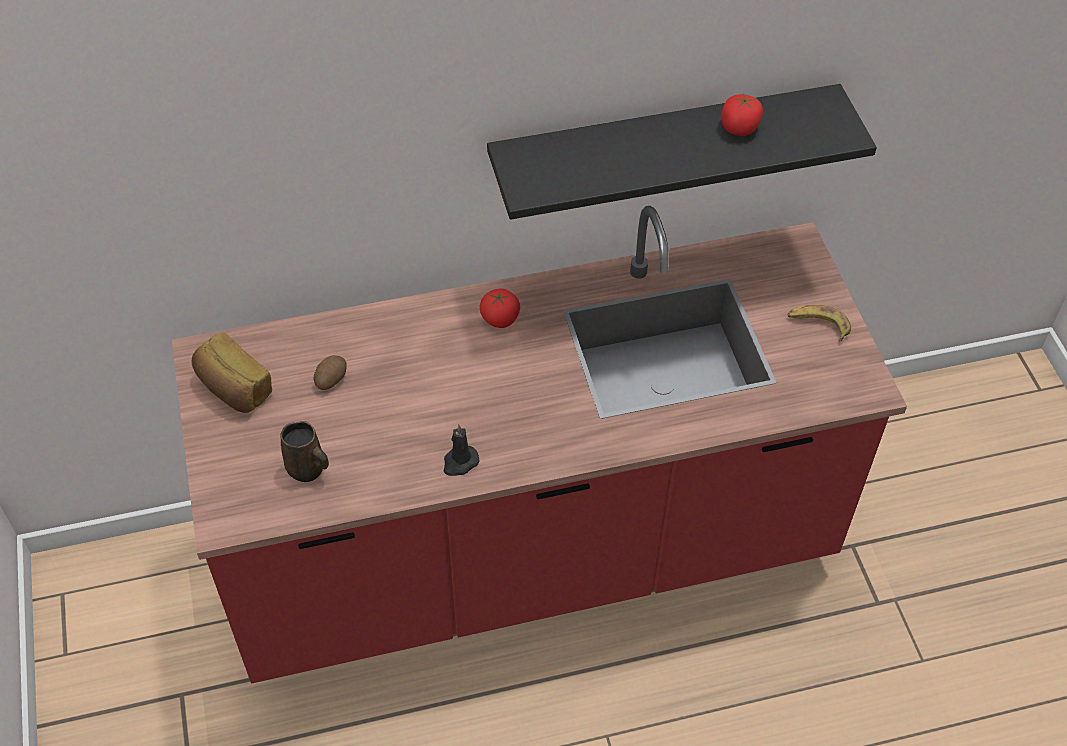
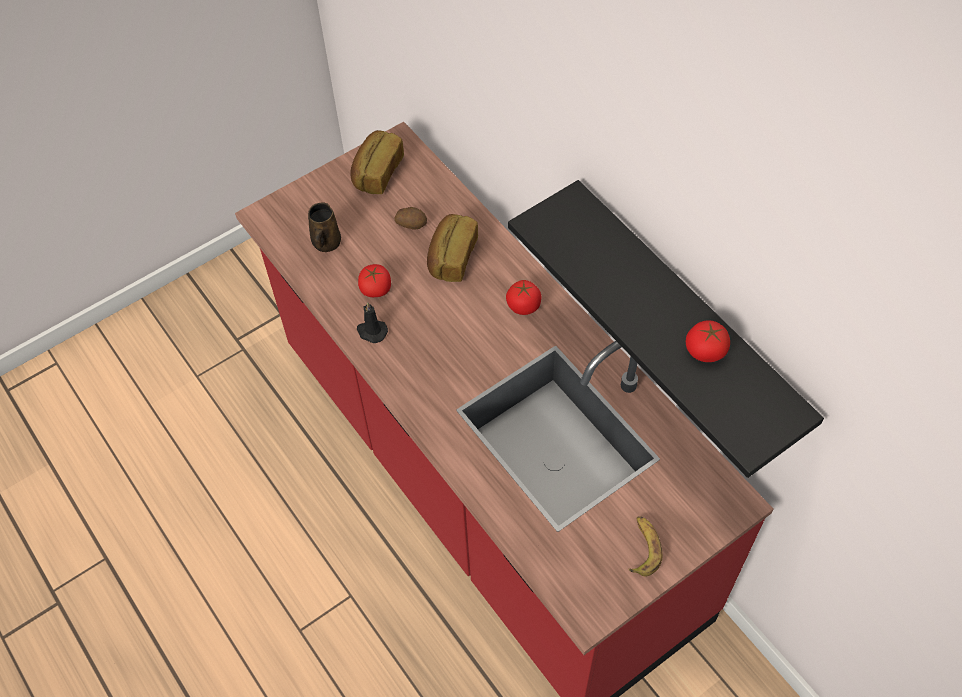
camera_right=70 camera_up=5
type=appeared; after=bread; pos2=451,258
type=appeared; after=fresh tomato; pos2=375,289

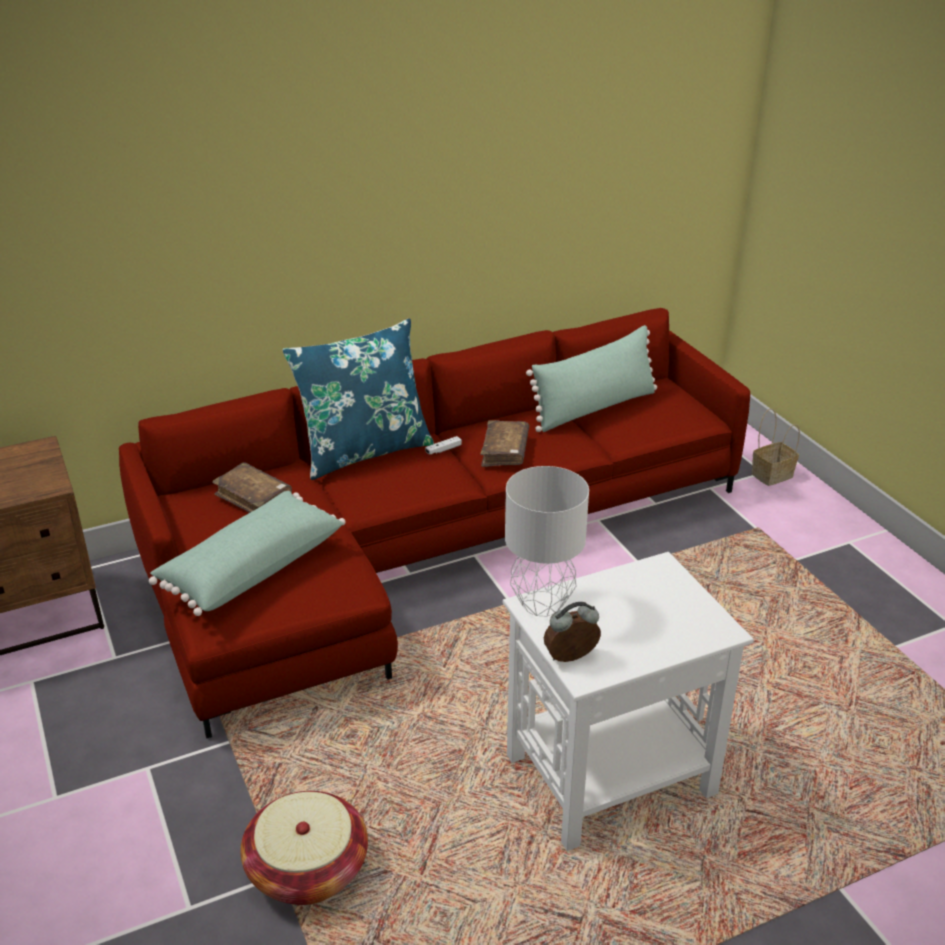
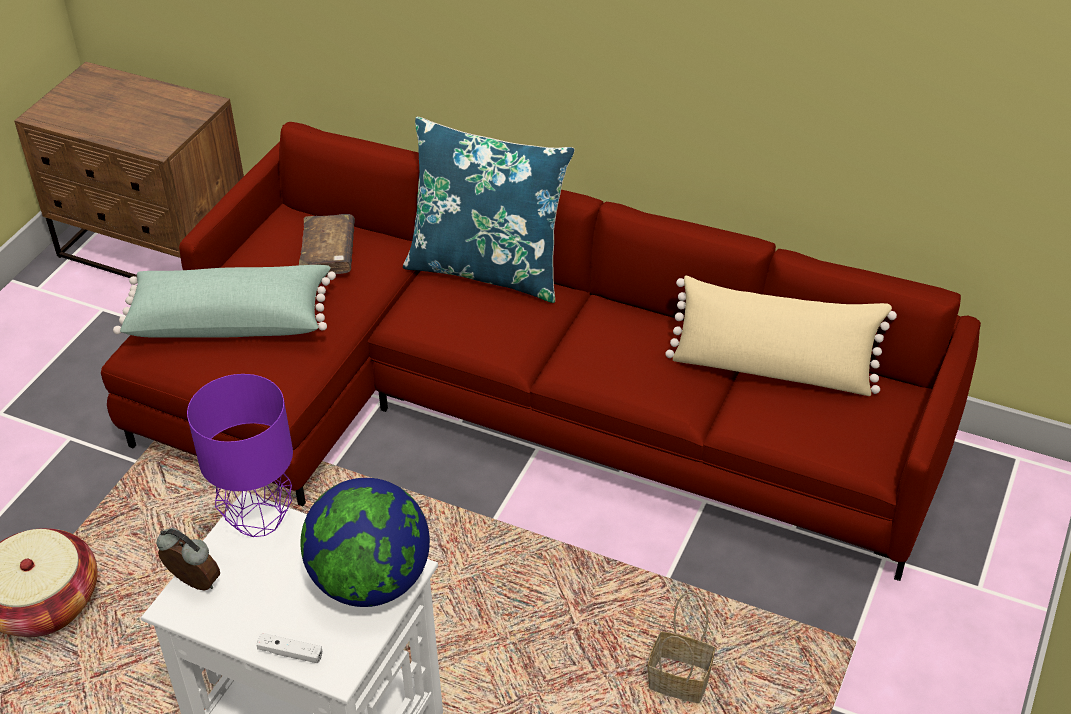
camera_right=50 camera_up=10
type=colour; before=green-coloured pillow; after=beige pillow; pos1=594,408; pos2=773,370
type=relocated; before=household basket; pos1=772,474; pos2=681,680
type=missing; before=brown bound book; pos1=505,451
type=relocated; before=whitish gamepad; pos1=443,450; pos2=290,653
type=colour; before=gray lamp for a table; after=purple-coloured lamp for a table; pos1=542,604; pos2=257,521
type=appeared; after=globe; pos2=370,582

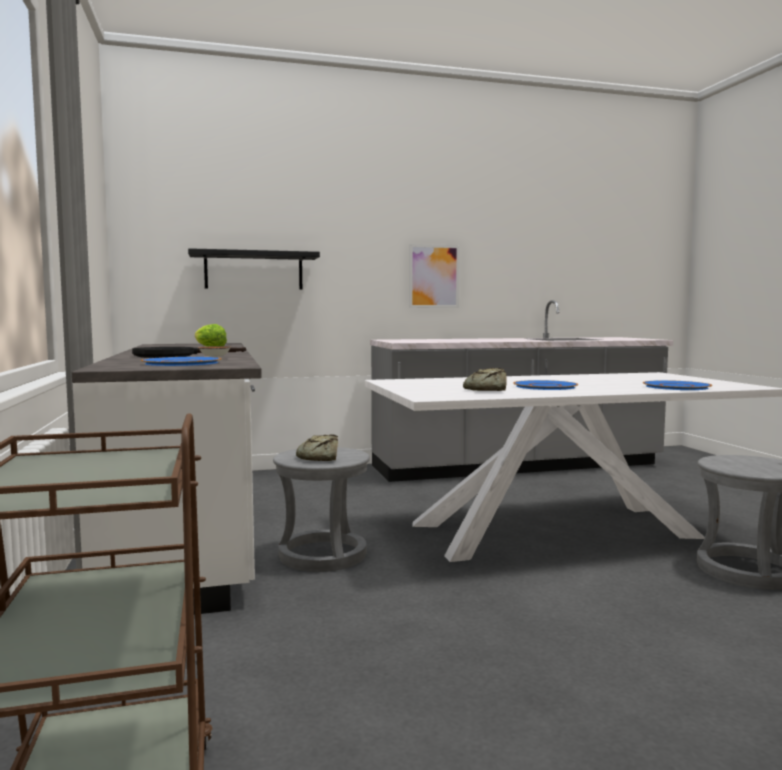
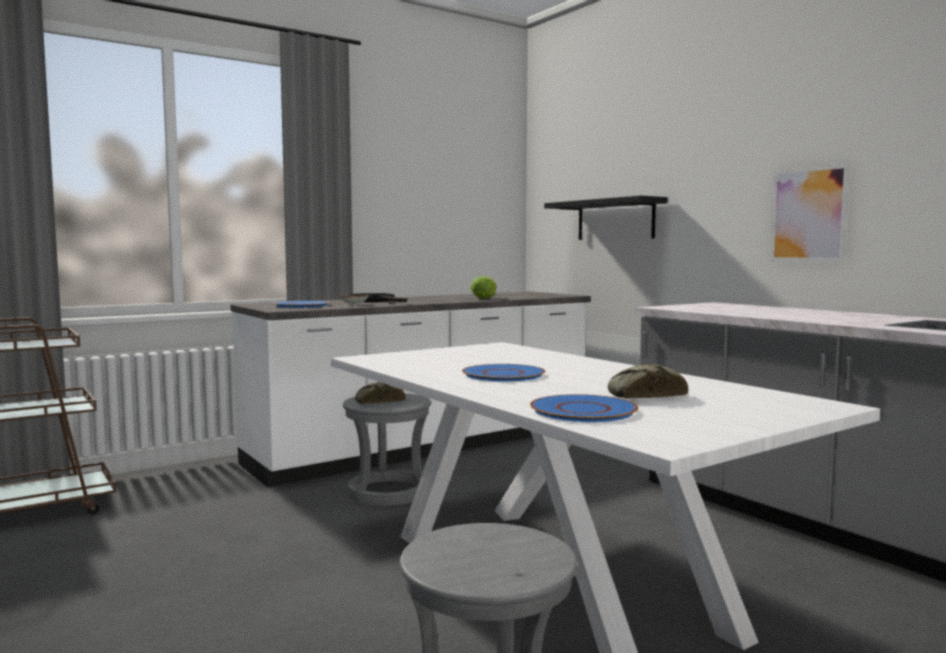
camera_right=70 camera_up=0
type=relocated; before=bread; pos1=486,390; pos2=643,395

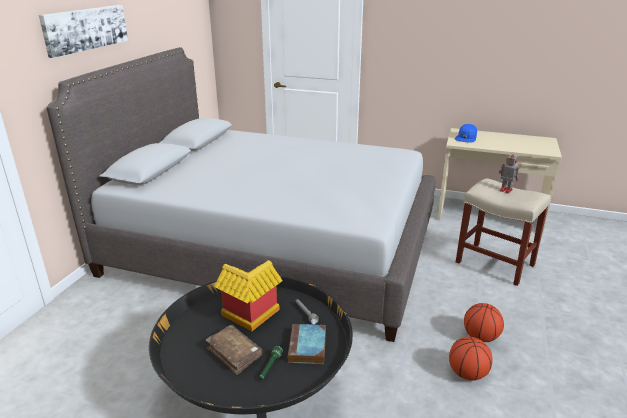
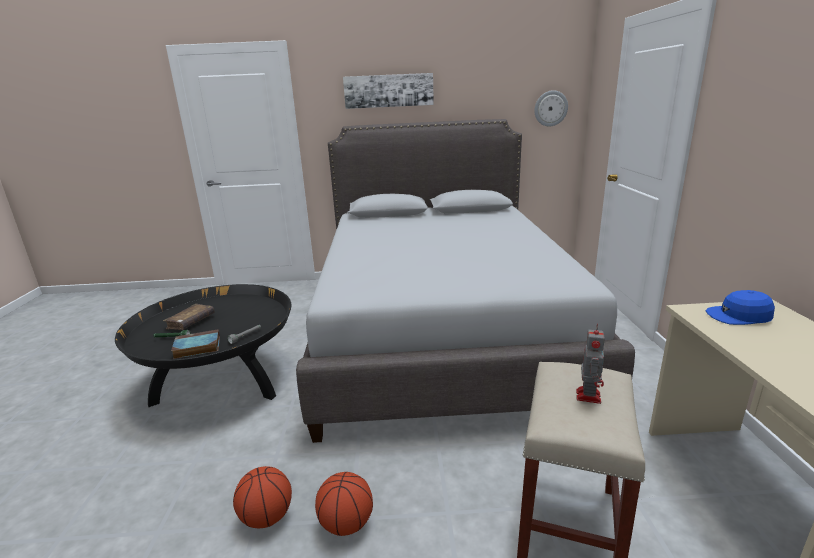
camera_right=70 camera_up=-5
type=missing; before=toy house; pos1=249,317
type=appeared; after=wall clock; pos2=550,108

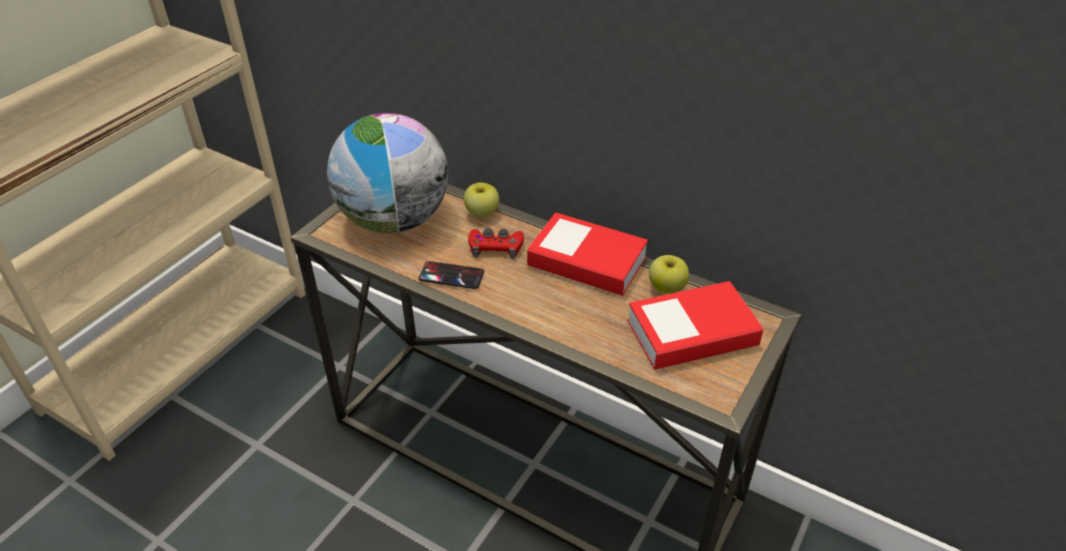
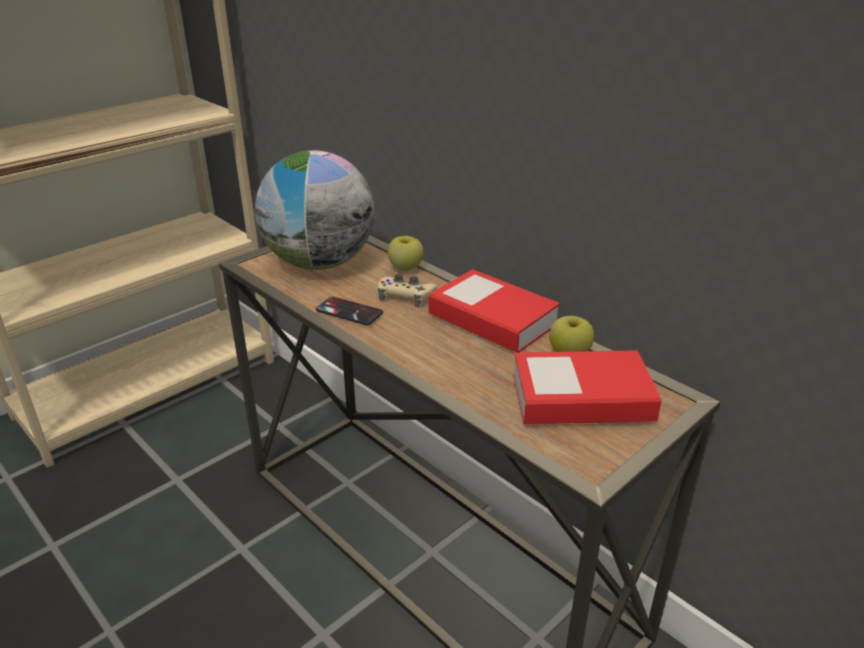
camera_right=15 camera_up=-10
type=colour; before=red-coloured gamepad; after=beige gamepad; pos1=496,247; pos2=405,296

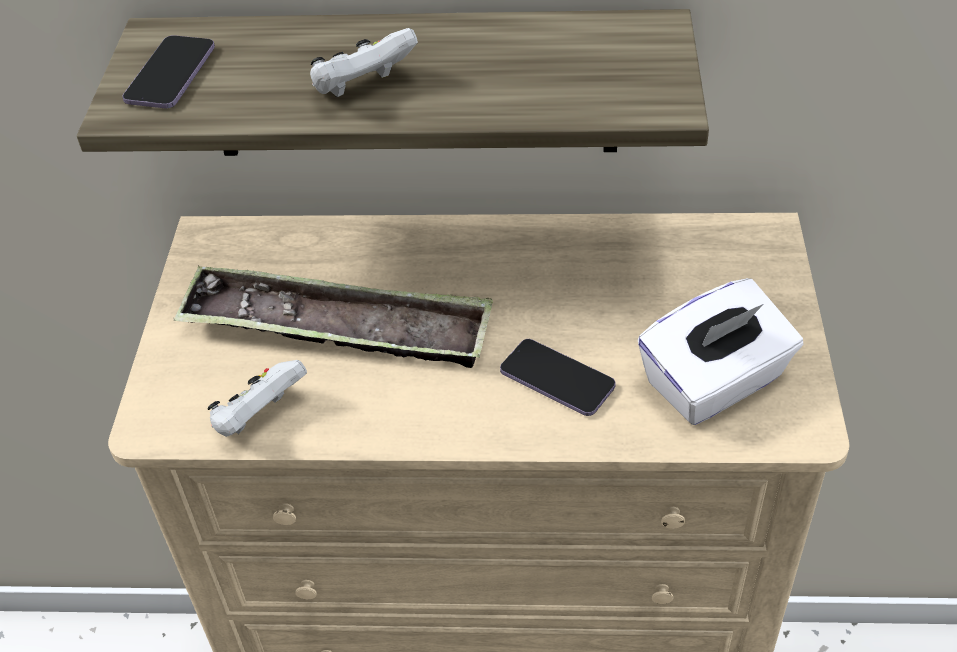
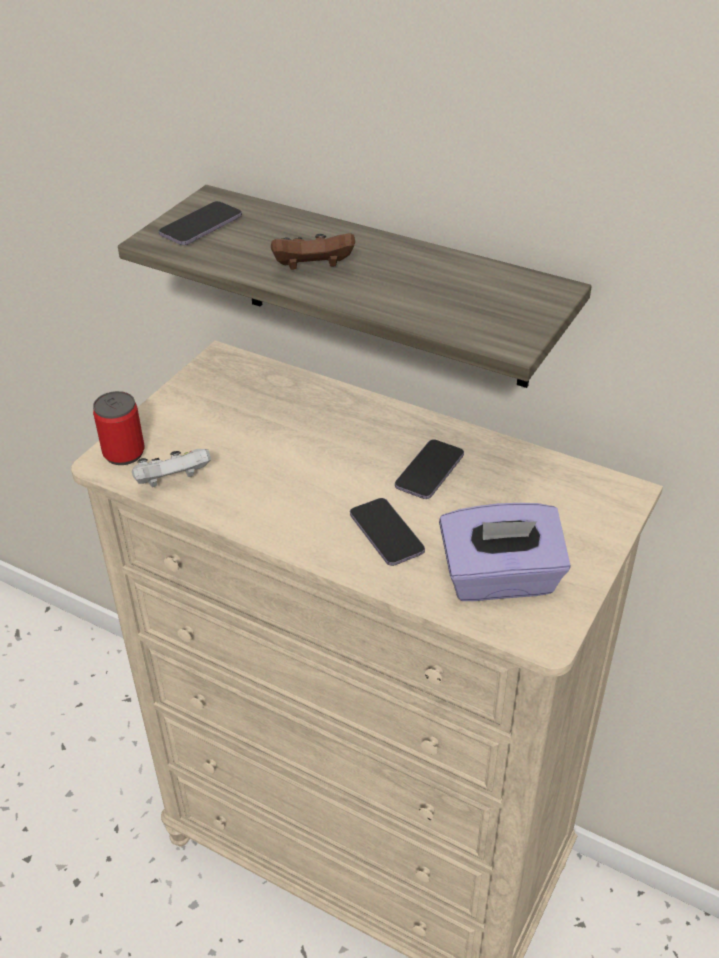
camera_right=25 camera_up=-5
type=colour; before=whitish gamepad; after=brown gamepad; pos1=363,88; pos2=313,269
type=missing; before=tray; pos1=337,328
type=colour; before=whitish tissue box; after=purple-coloured tissue box; pos1=715,383; pos2=500,579
type=appeared; after=metal can; pos2=124,453
type=appeared; after=phone; pos2=429,471

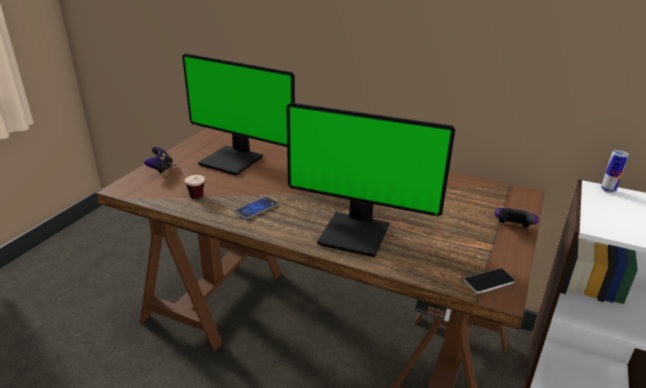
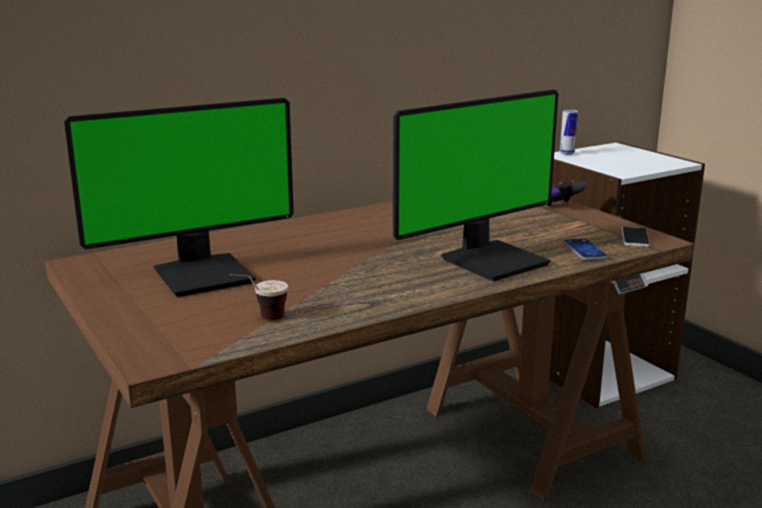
camera_right=-55 camera_up=-10
type=missing; before=gamepad; pos1=161,170
type=relocated; before=phone; pos1=256,208; pos2=584,251

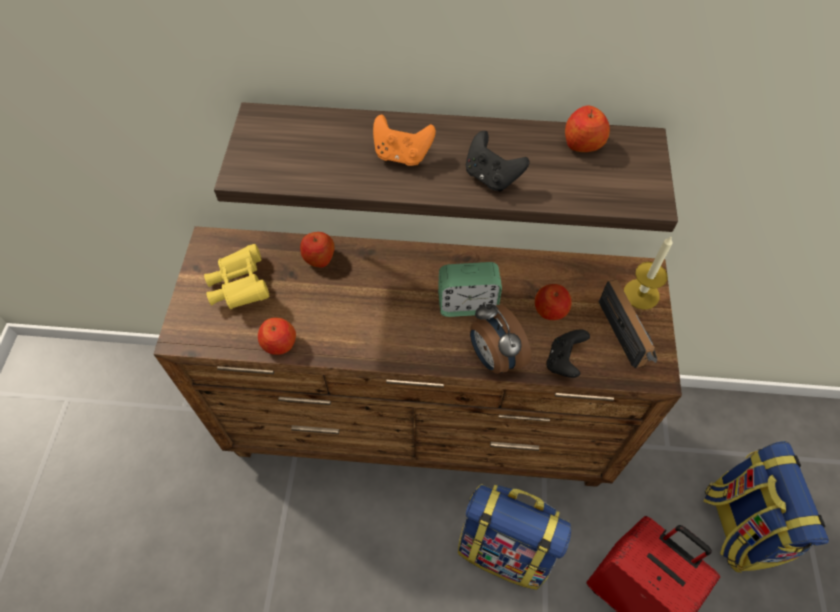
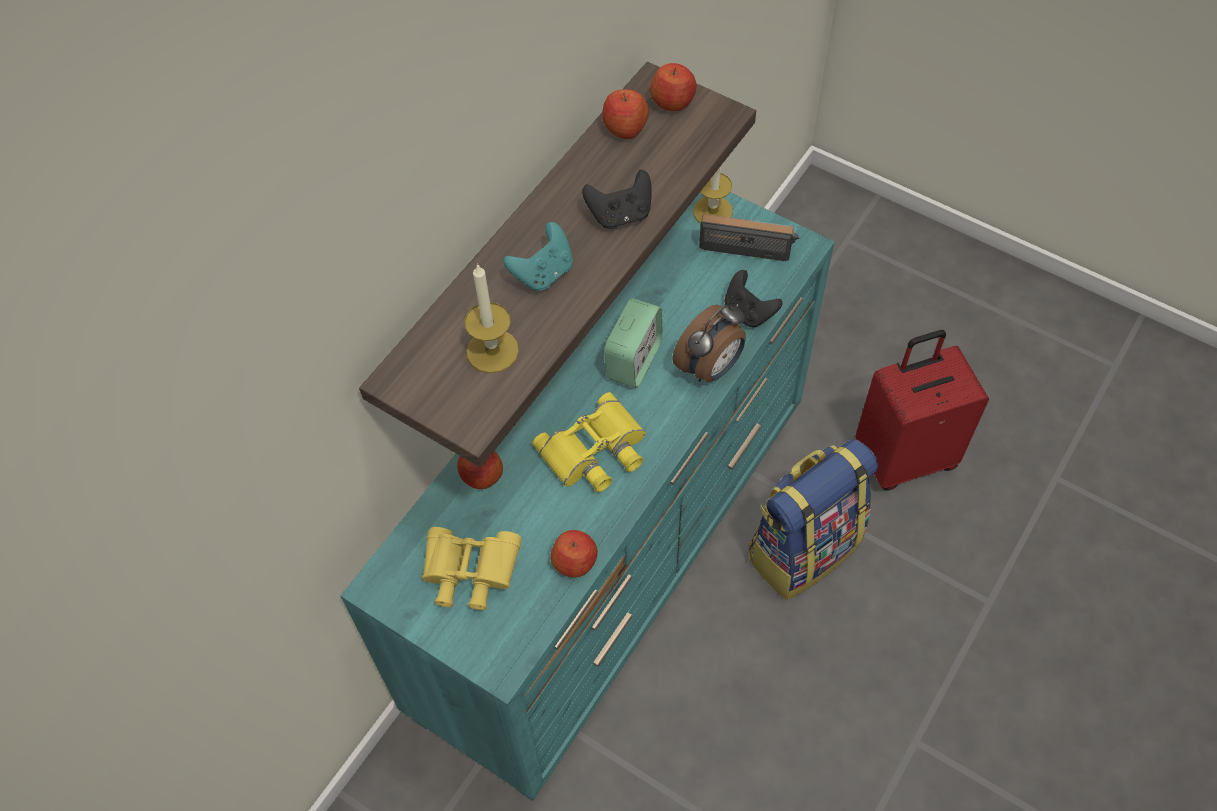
camera_right=-60 camera_up=0
type=colour; before=orangey gamepad; after=turquoise gamepad; pos1=402,155; pos2=543,273
type=colour; before=brown drawer chest; after=turquoise drawer chest; pos1=421,425; pos2=615,564
type=relocated; before=apple; pos1=550,310; pos2=673,101
type=spun; before=bedside clock; pos1=494,357; pos2=710,367; turn=-45
type=missing; before=backpack; pos1=737,525
type=appeared; after=wax candle; pos2=492,351
type=appeared; after=yellow-coloured binoculars; pos2=595,452

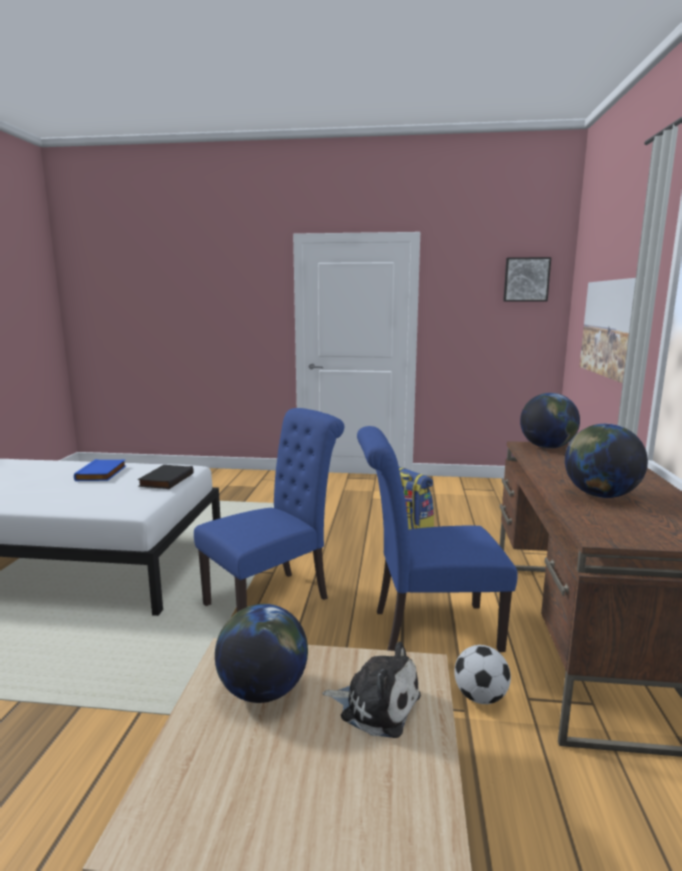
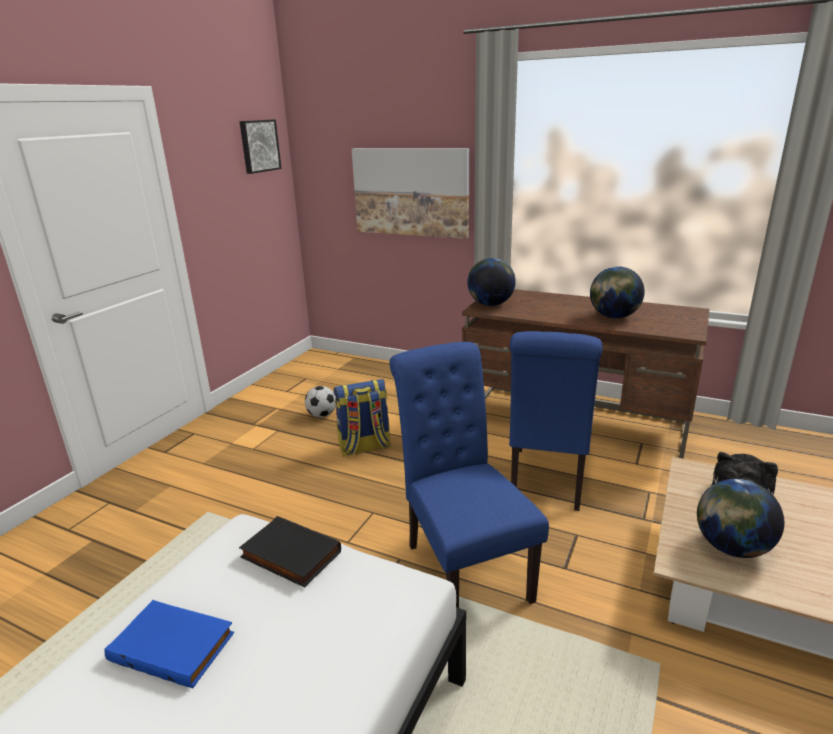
camera_right=-70 camera_up=10
type=relocated; before=ball for football; pos1=480,697; pos2=322,415

